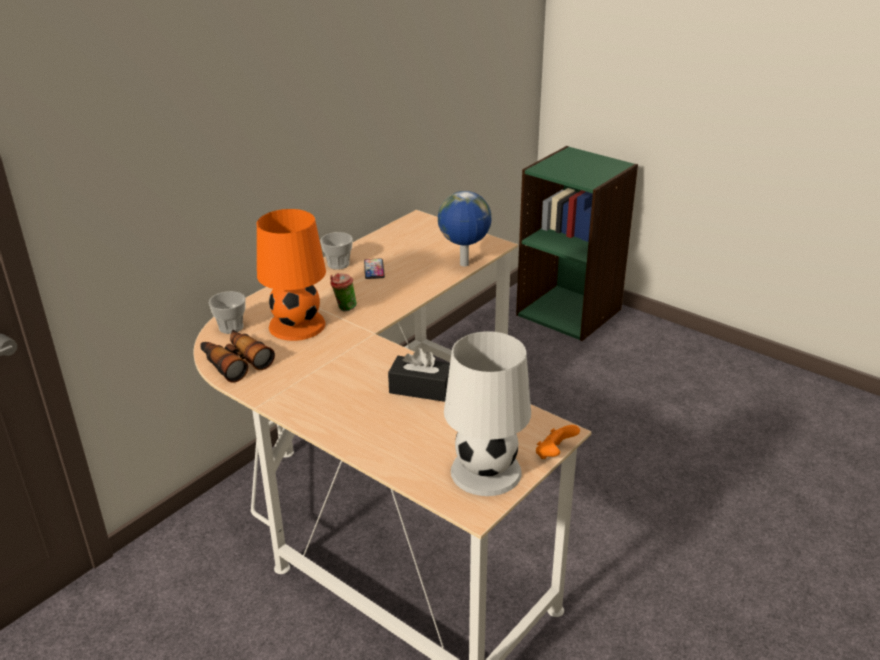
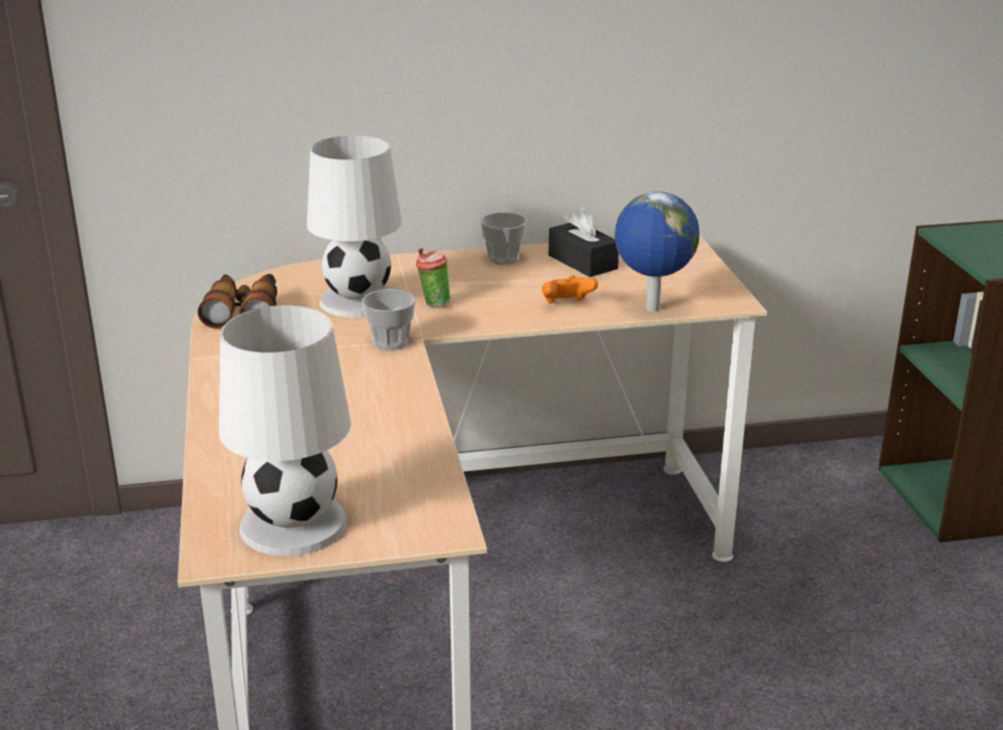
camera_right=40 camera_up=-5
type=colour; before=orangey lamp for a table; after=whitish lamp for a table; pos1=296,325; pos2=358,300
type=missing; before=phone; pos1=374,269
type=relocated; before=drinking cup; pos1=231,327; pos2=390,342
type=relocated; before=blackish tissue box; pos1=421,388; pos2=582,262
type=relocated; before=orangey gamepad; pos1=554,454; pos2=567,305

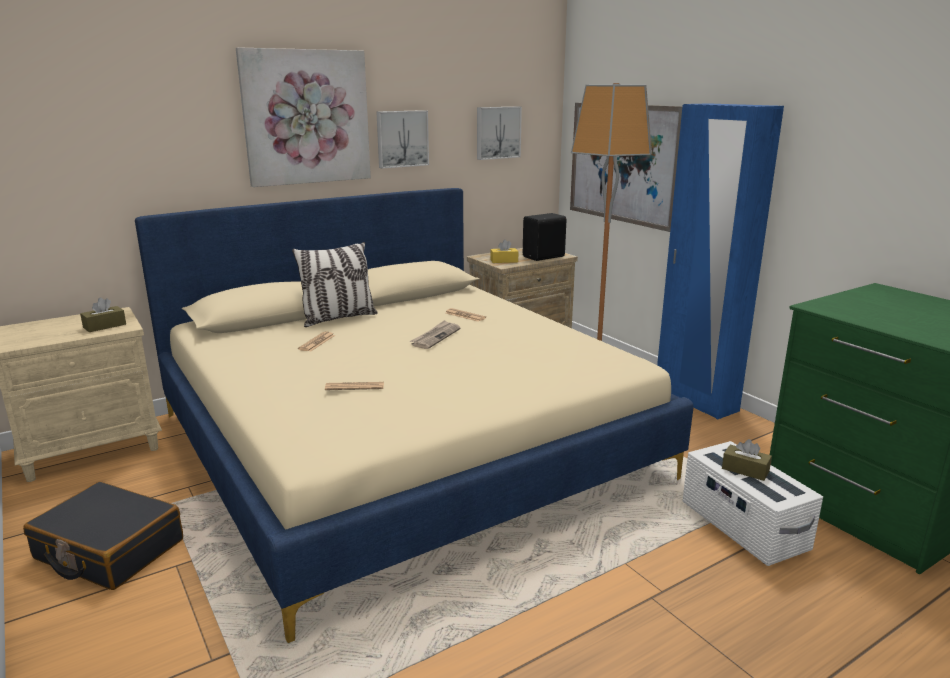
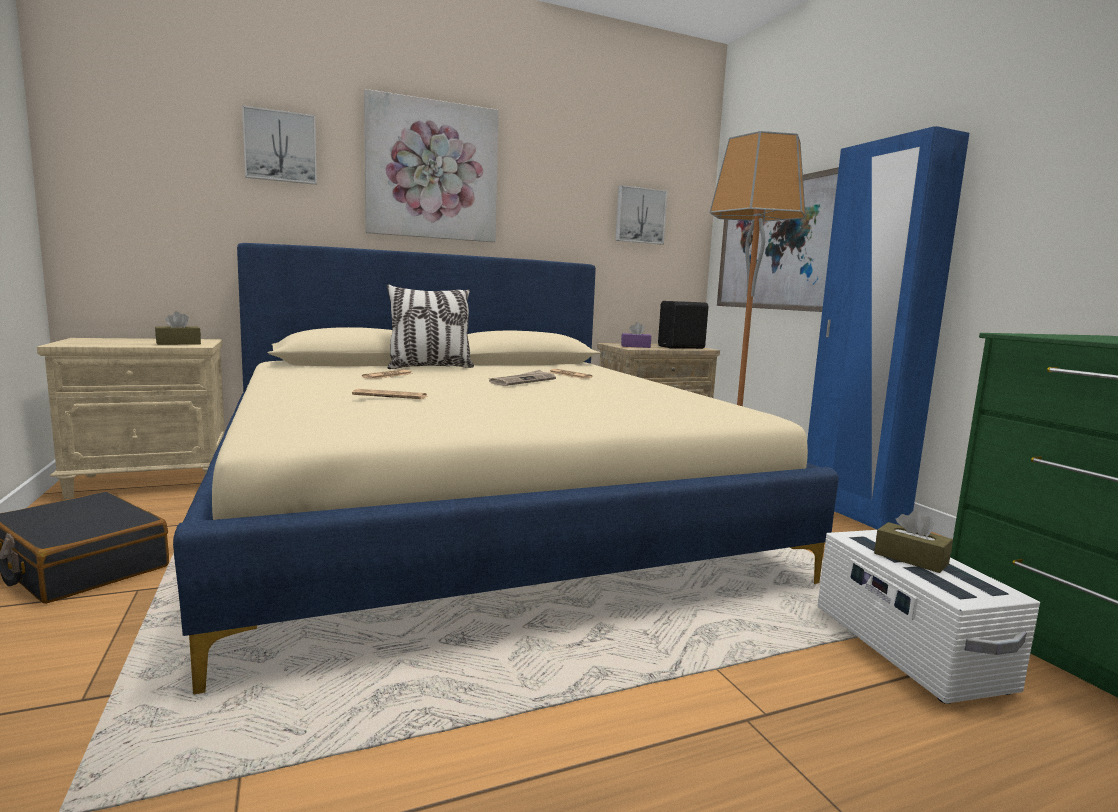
camera_right=10 camera_up=-10
type=relocated; before=picture; pos1=402,138; pos2=280,147
type=colour; before=yellow-coloured tissue box; after=purple-coloured tissue box; pos1=504,261; pos2=635,346

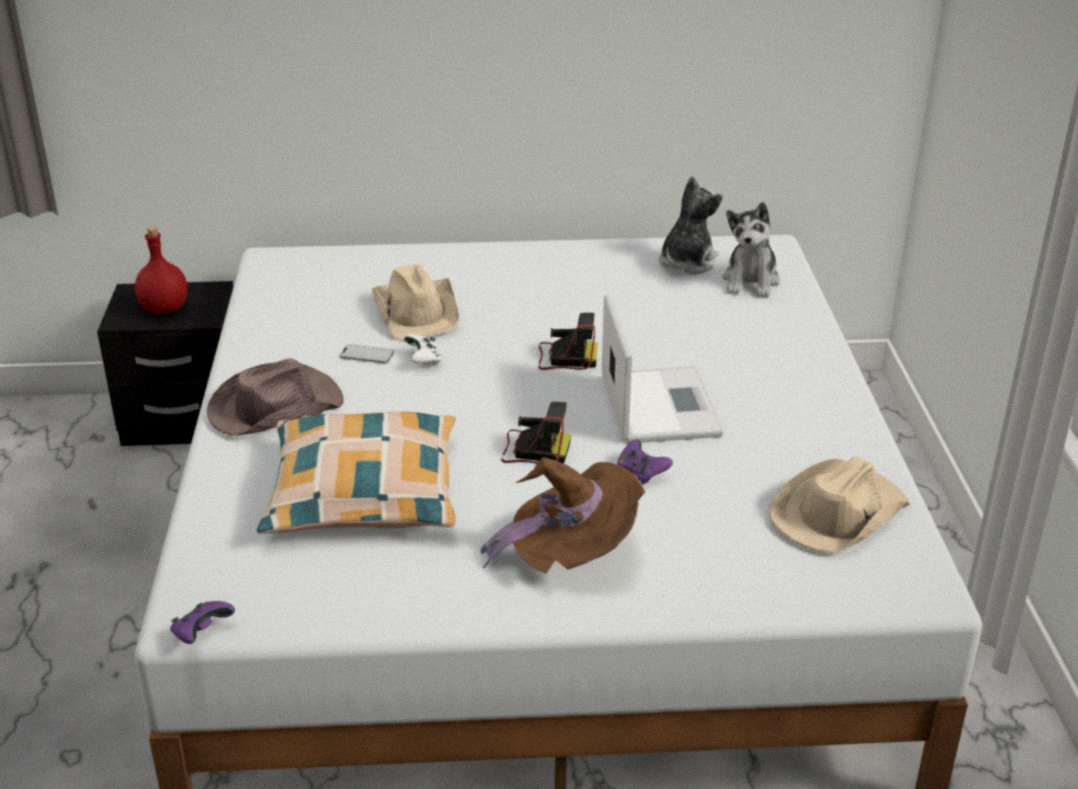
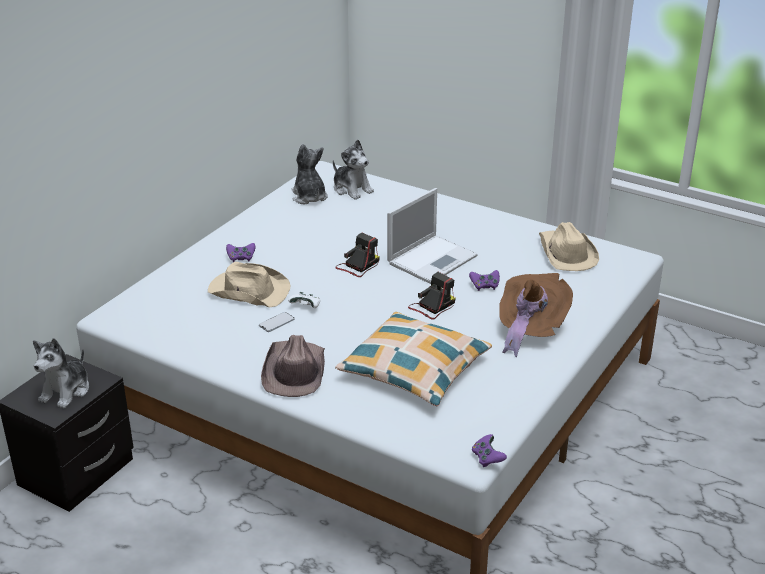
camera_right=-55 camera_up=0
type=exchanged; before=red-coloured drink bottle; after=cuddly toy; pos1=165,309; pos2=66,391
type=spun; before=portable computer; pos1=658,405; pos2=433,259; turn=105
type=appeared; after=purple-coloured gamepad; pos2=241,258

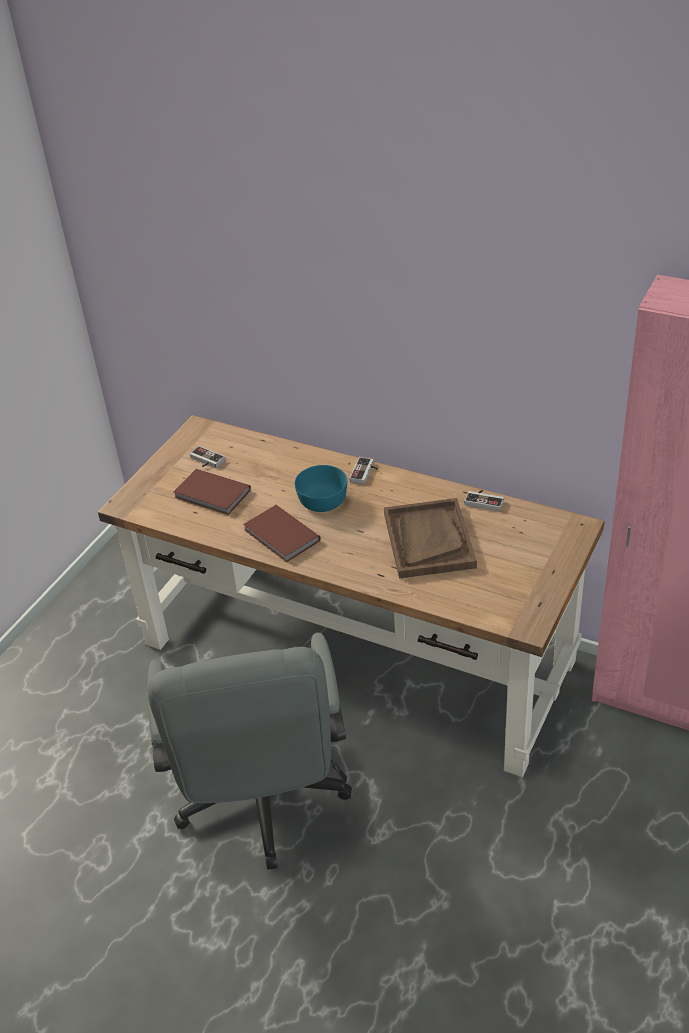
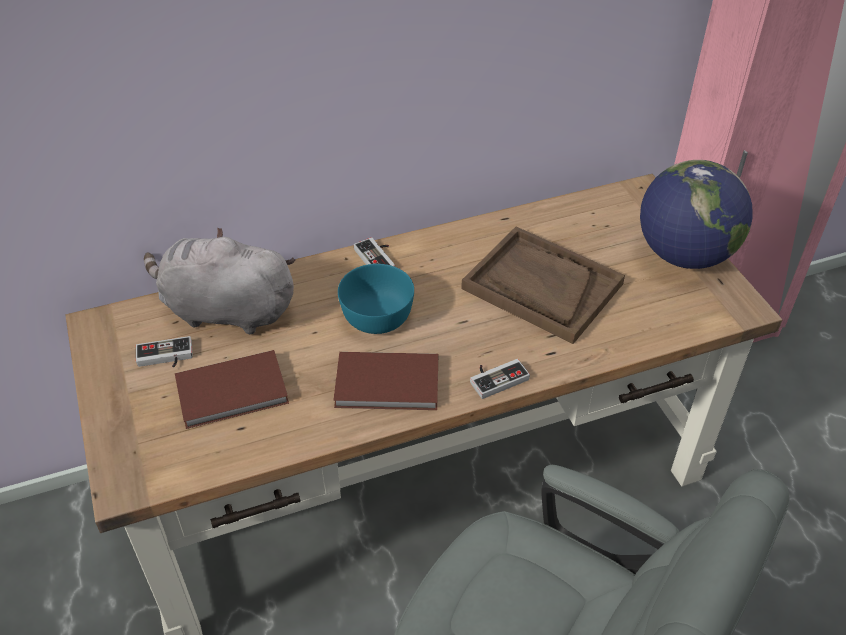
camera_right=-50 camera_up=5
type=relocated; before=gamepad; pos1=485,500; pos2=496,377
type=appeared; after=globe; pos2=684,255
type=appeared; after=gray cuddly toy; pos2=225,310

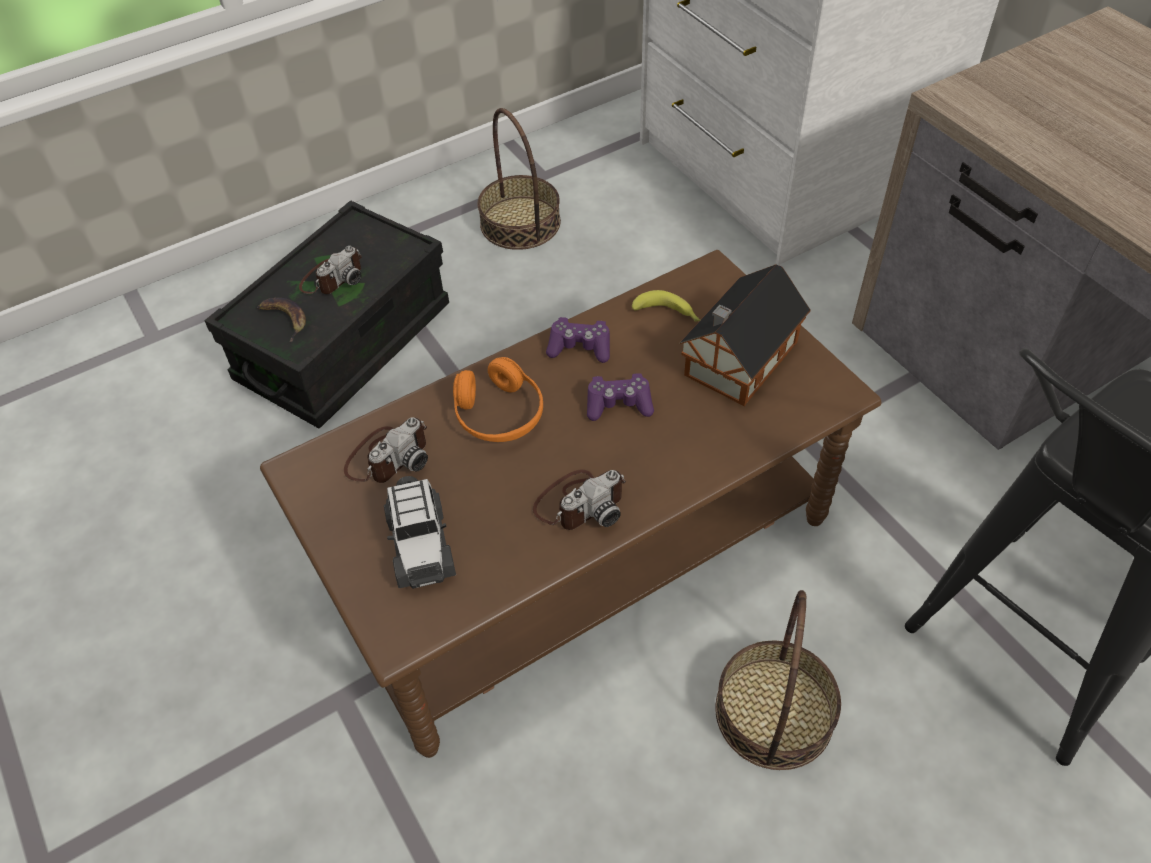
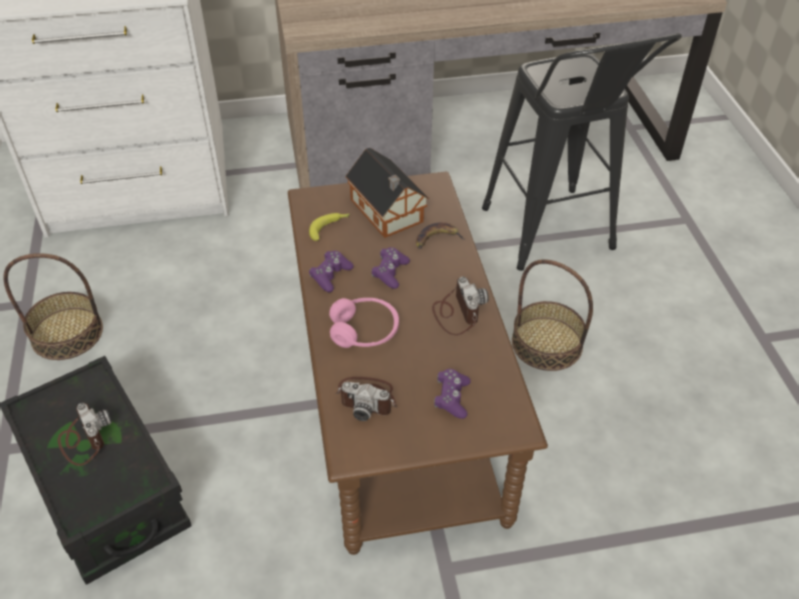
camera_right=-70 camera_up=-5
type=relocated; before=whole banana; pos1=284,319; pos2=437,239
type=colour; before=orangey headset; after=pinkish headset; pos1=499,414; pos2=364,331
type=spun; before=still camera; pos1=388,456; pos2=367,398; turn=135
type=exchanged; before=miniature car; after=purple-coloured gamepad; pos1=420,544; pos2=452,398

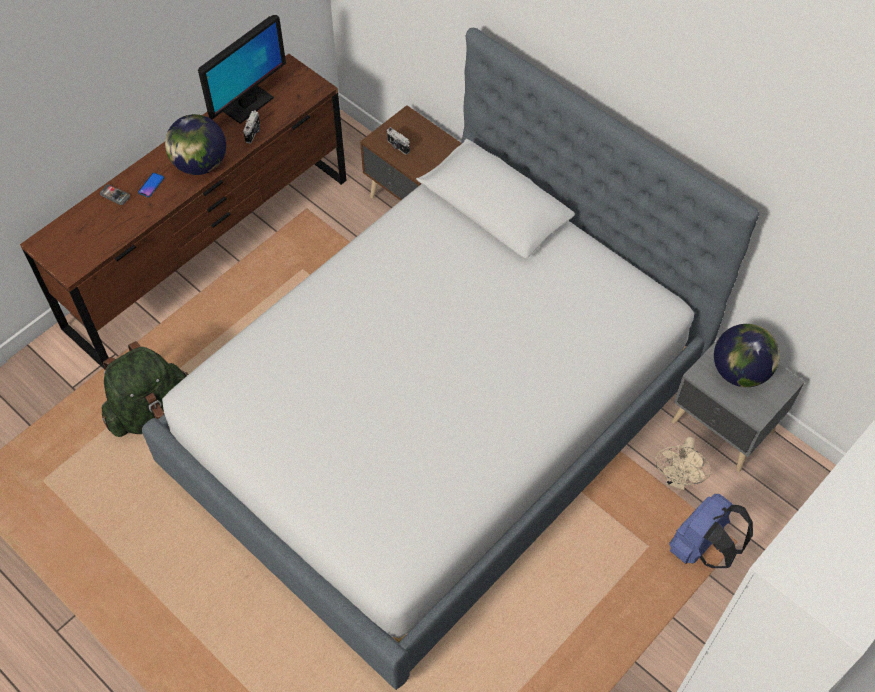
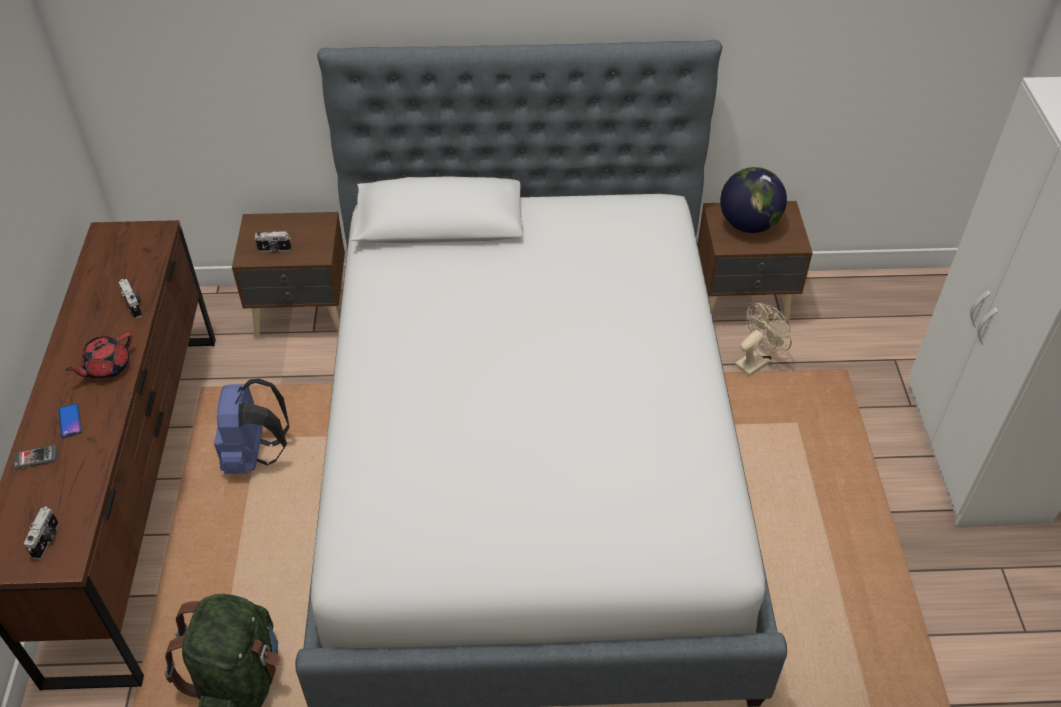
camera_right=-45 camera_up=-10
type=missing; before=monitor; pos1=248,105
type=exchanged; before=globe; after=red-coloured pot for tea; pos1=200,164; pos2=106,368
type=colour; before=gray nightstand; after=brown nightstand; pos1=722,429; pos2=742,303
type=spun; before=beige fan; pos1=677,479; pos2=756,360; turn=-105
type=relocated; before=blue-coloured backpack; pos1=701,548; pos2=255,455
type=appeared; after=still camera; pos2=47,540

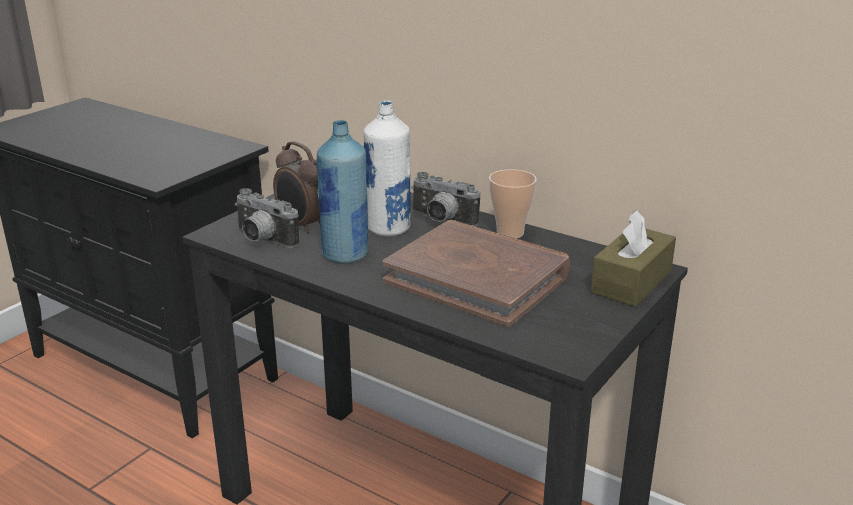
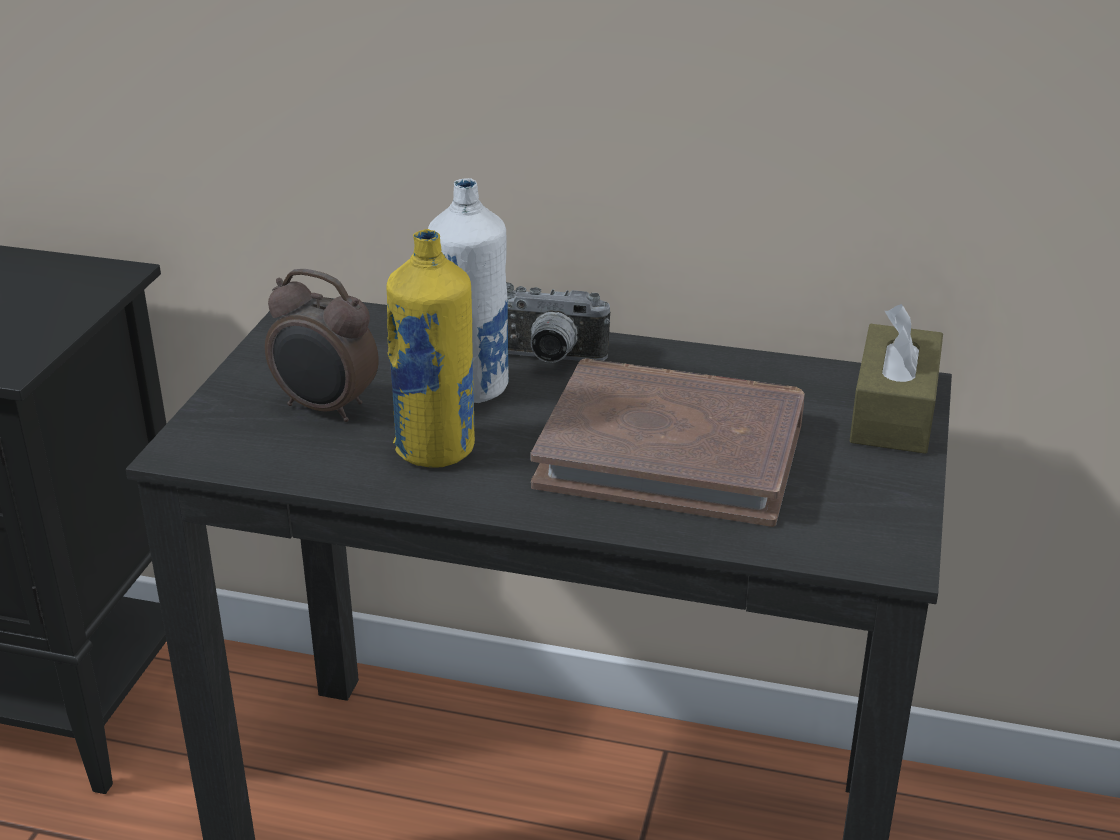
camera_right=-20 camera_up=5
type=colour; before=blue-coloured drink bottle; after=yellow-coloured drink bottle; pos1=345,255; pos2=436,450
type=missing; before=drinking cup; pos1=510,233
type=missing; before=still camera; pos1=262,241

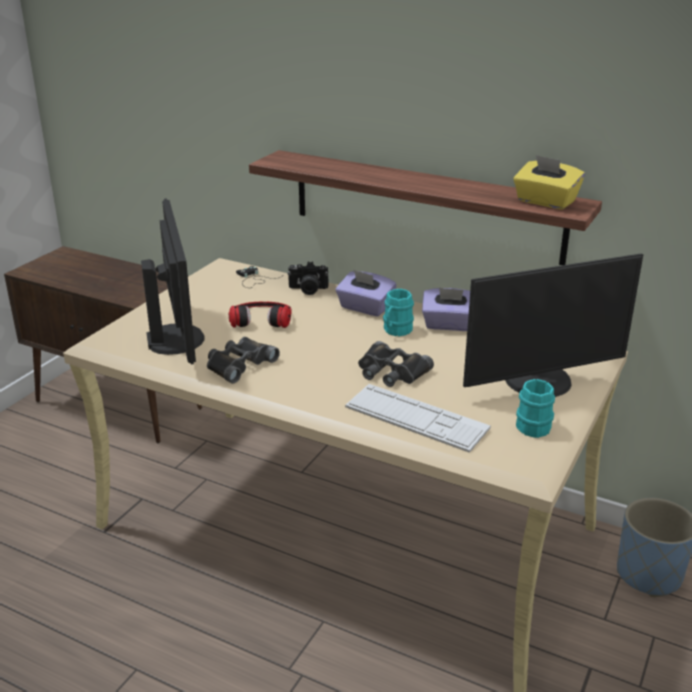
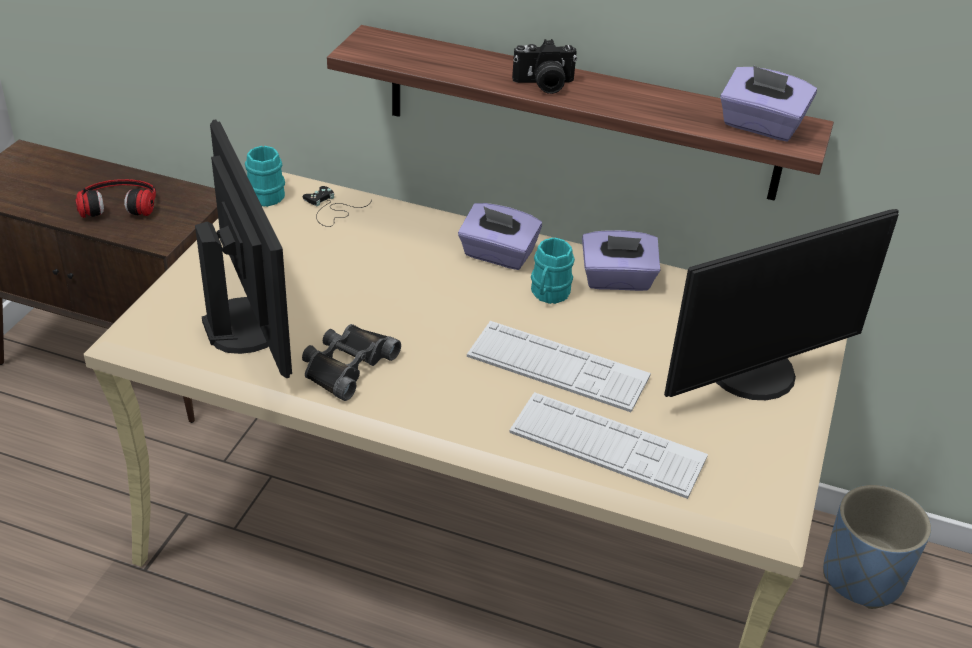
camera_right=-10 camera_up=10
type=colour; before=yellow-coloured tissue box; after=purple-coloured tissue box; pos1=545,202; pos2=760,126
type=relocated; before=still camera; pos1=308,290; pos2=544,85
type=relocated; before=headset; pos1=261,318; pos2=119,203
type=exchanged; before=blackish binoculars; after=computer keyboard; pos1=391,372; pos2=557,367
type=relocated; before=turquoise mug; pos1=534,424; pos2=269,193

